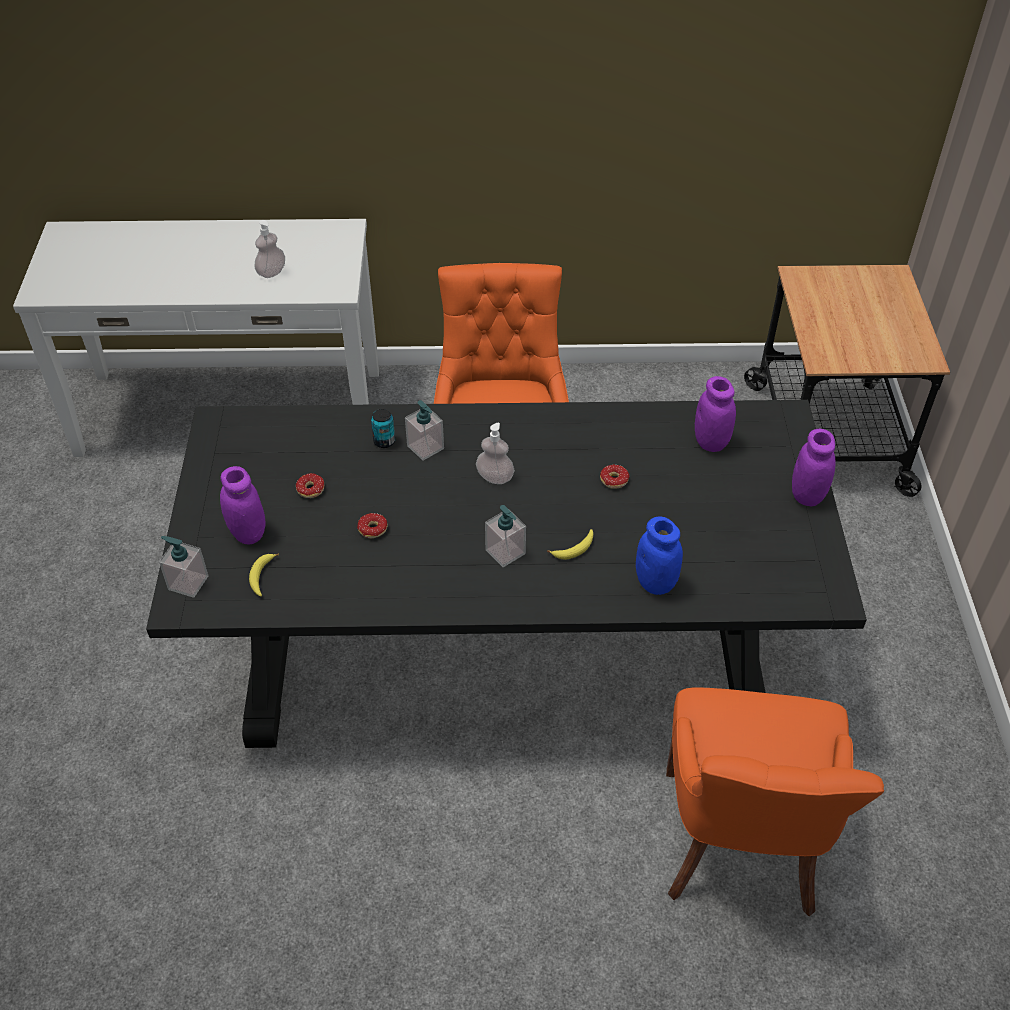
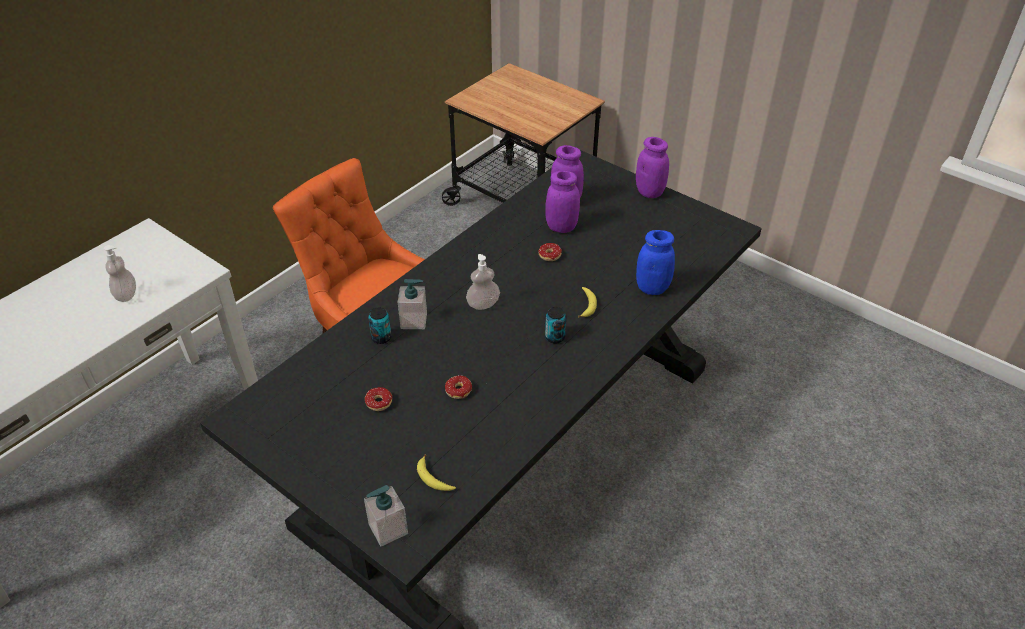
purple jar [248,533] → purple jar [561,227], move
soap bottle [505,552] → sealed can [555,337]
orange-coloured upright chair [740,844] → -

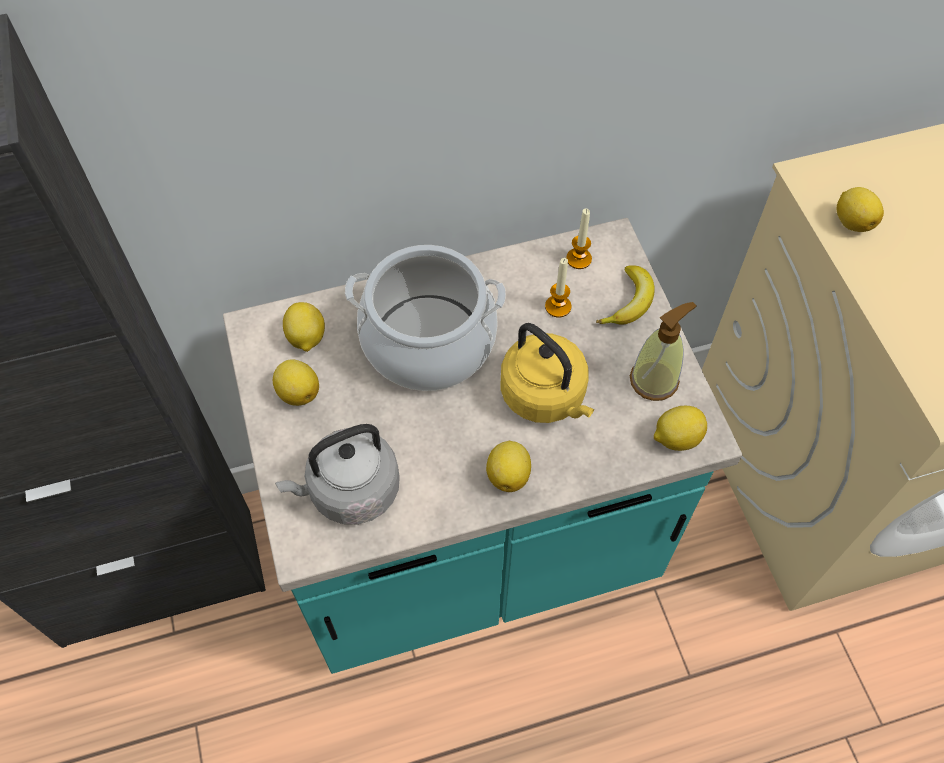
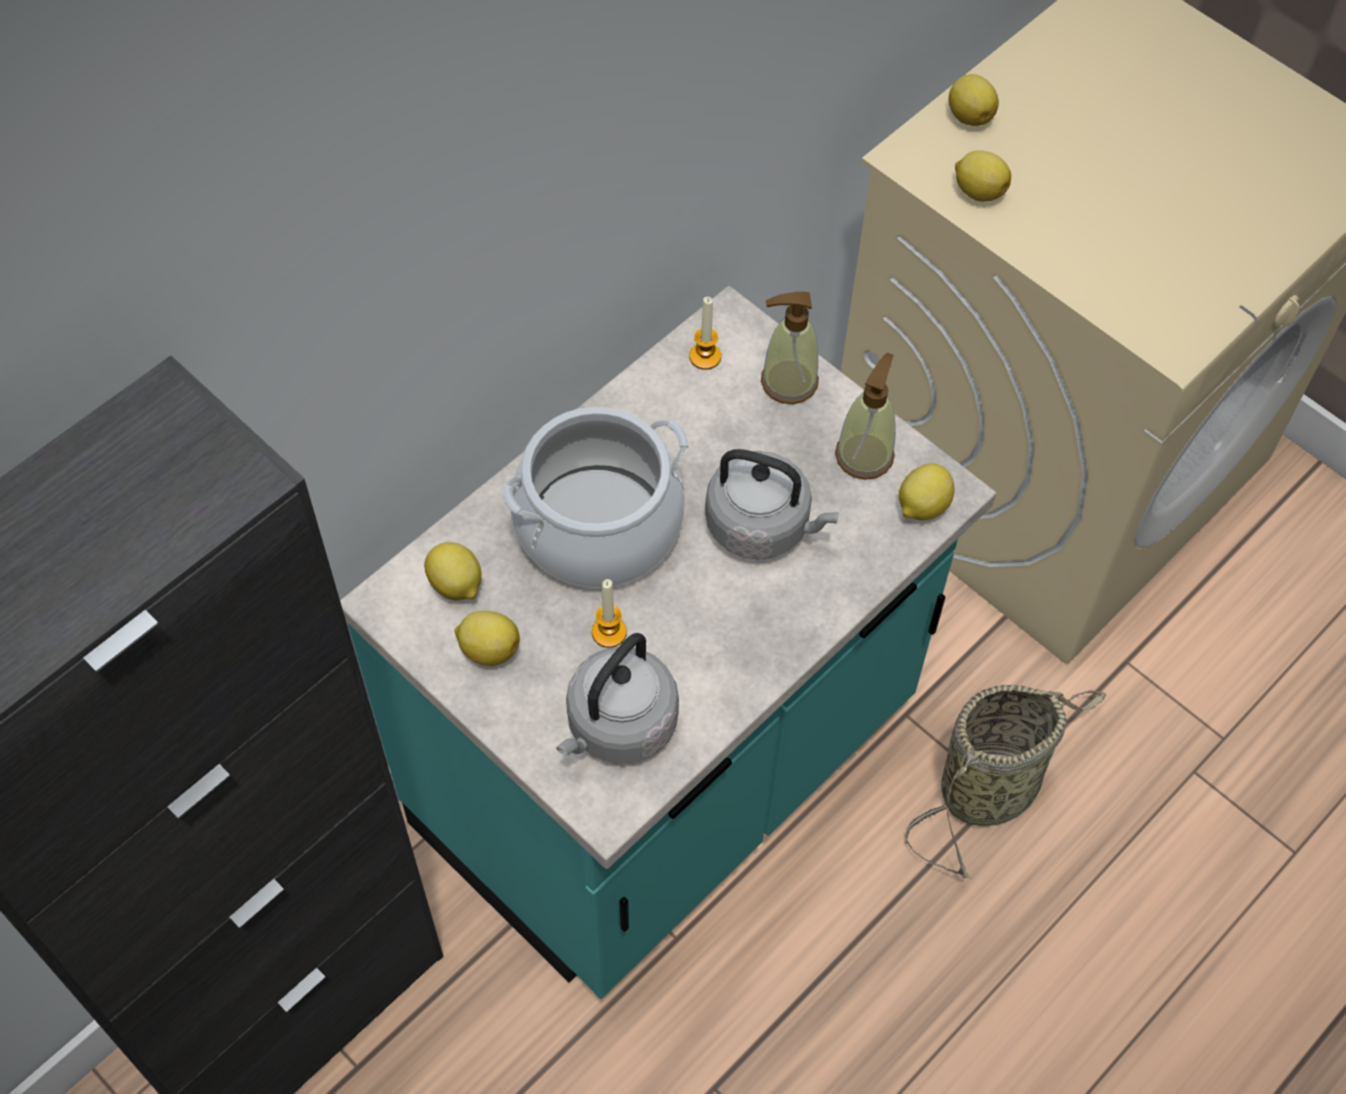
candle [558,306] → candle [609,632], move
yellowish tea kettle [546,396] → gray tea kettle [763,526]
whole banana [629,302] → soap bottle [788,382]
- → household basket [992,786]
citrus fruit [508,474] → citrus fruit [969,115], move

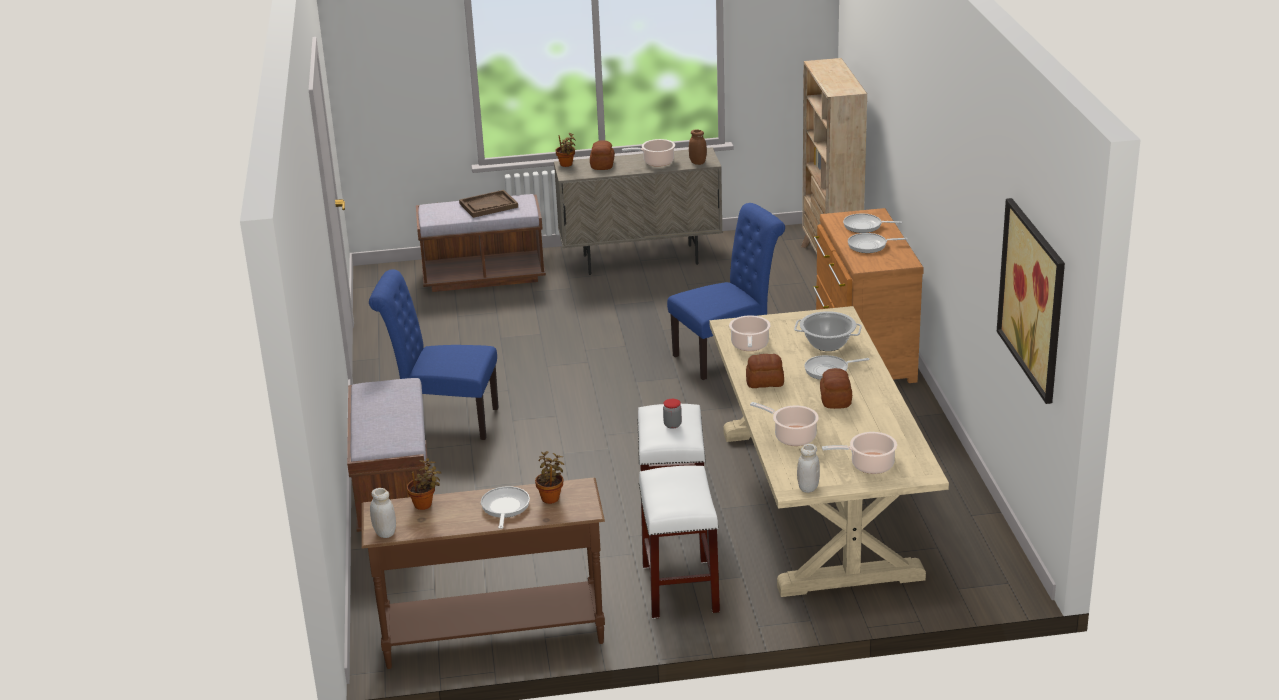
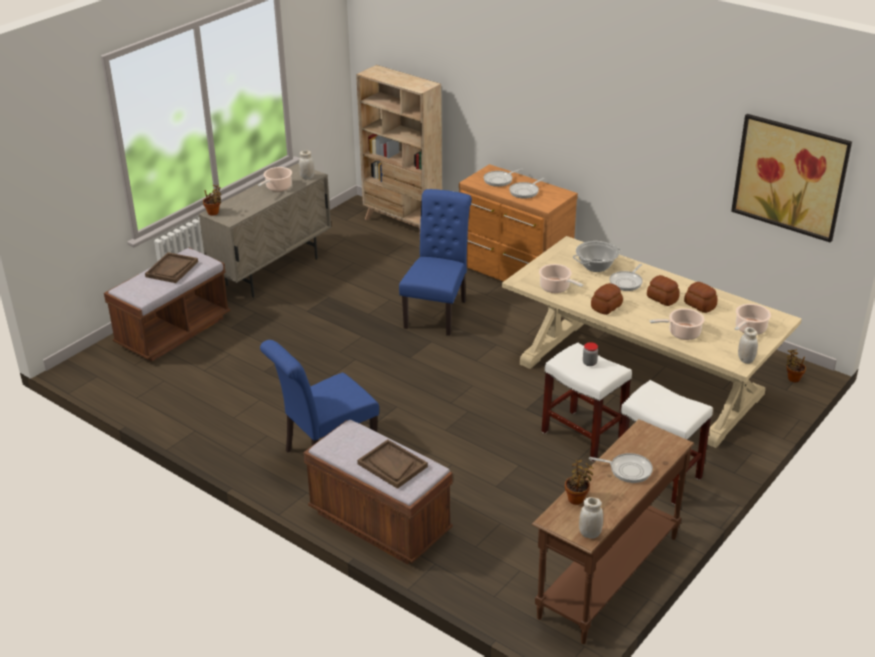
brown jar [697,162] → whitish jar [307,177]
- → brown serving tray [392,465]
skillet [505,508] → skillet [628,470], 150 degrees clockwise
baked bread [603,164] → baked bread [700,305], move
houseplant [551,497] → houseplant [792,378], move

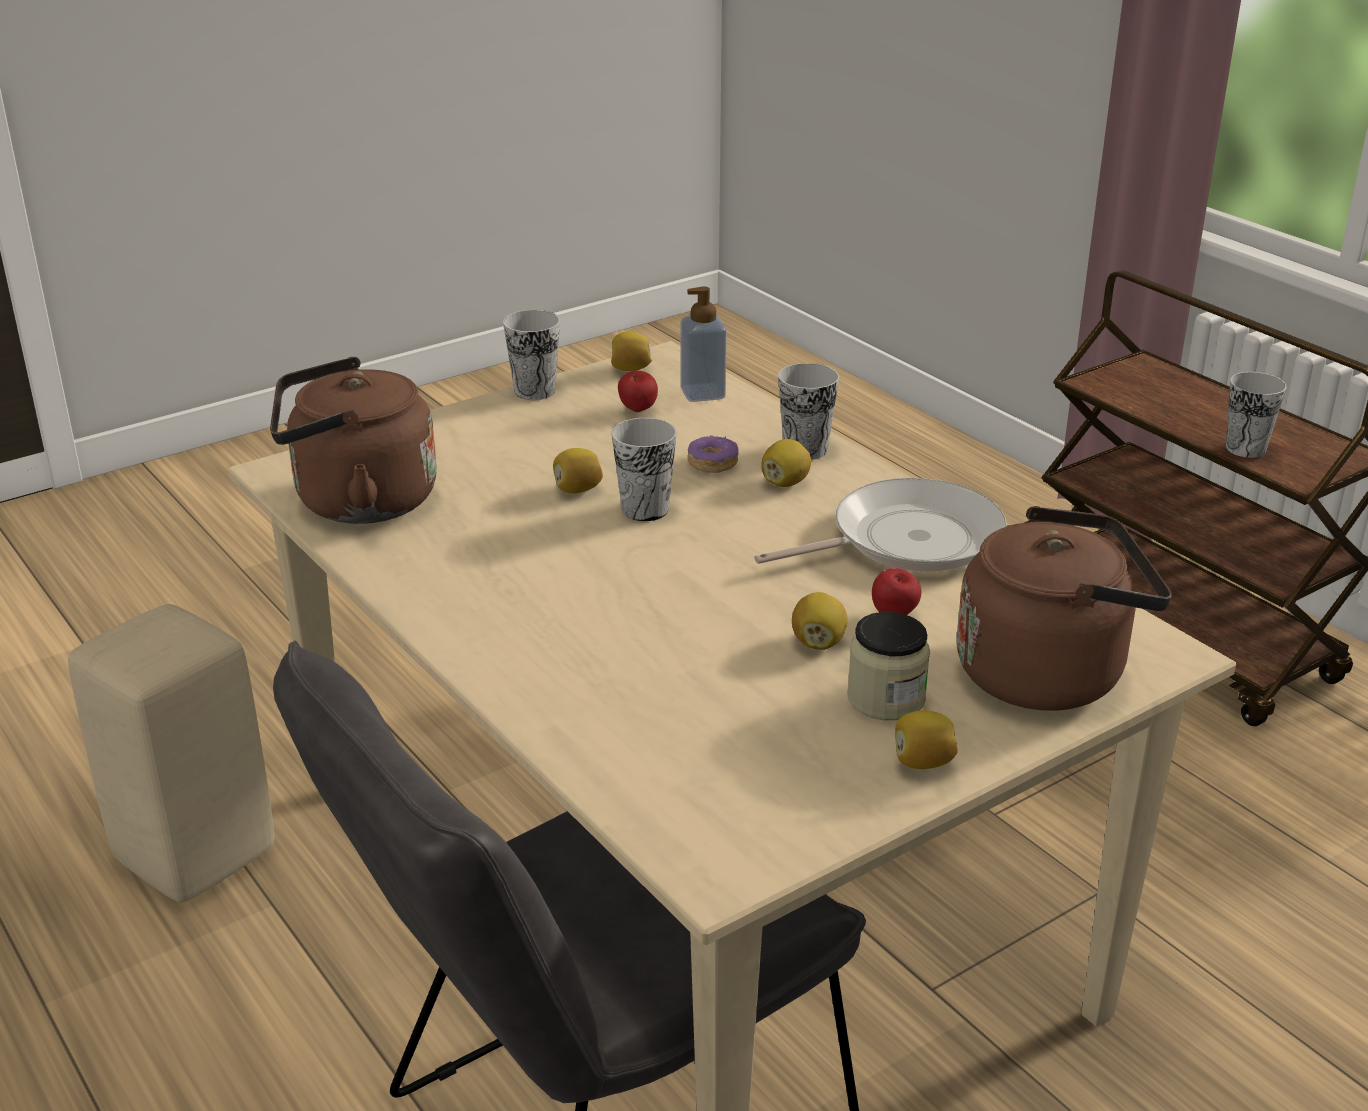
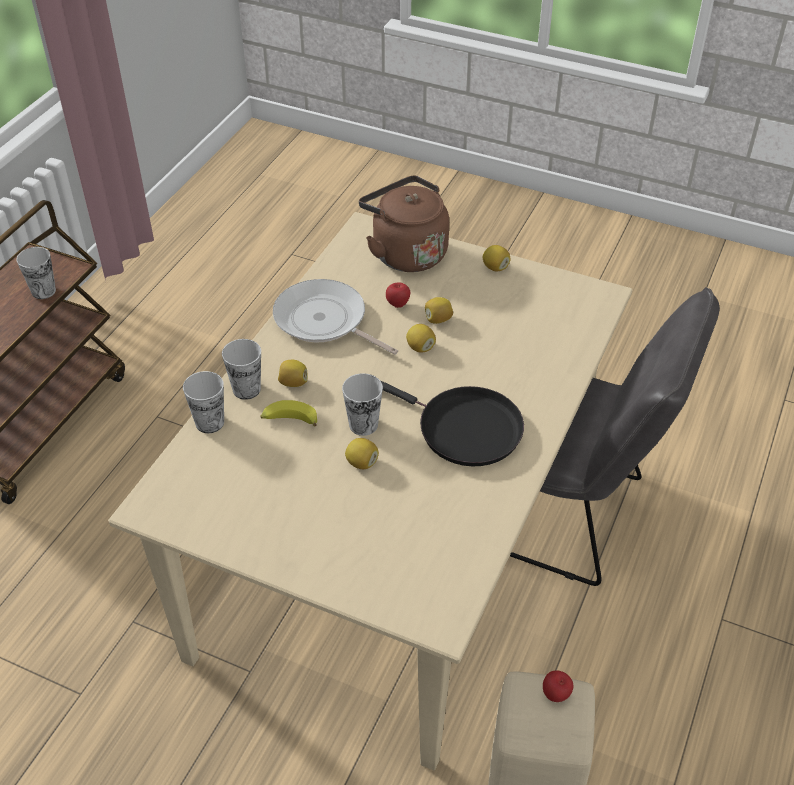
cup [535,391] → cup [209,422], move
donut [712,463] → whole banana [289,420]
- → black skillet [463,429]
citrus fruit [630,369] → citrus fruit [420,347], move
whole apple [637,411] → whole apple [556,695], move
brown tea kettle [357,502] → -
soap bottle [703,393] → -
jar [886,699] → -

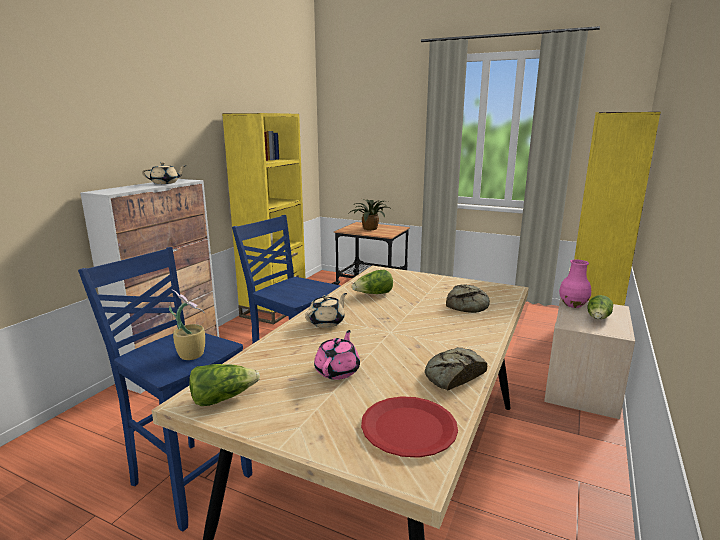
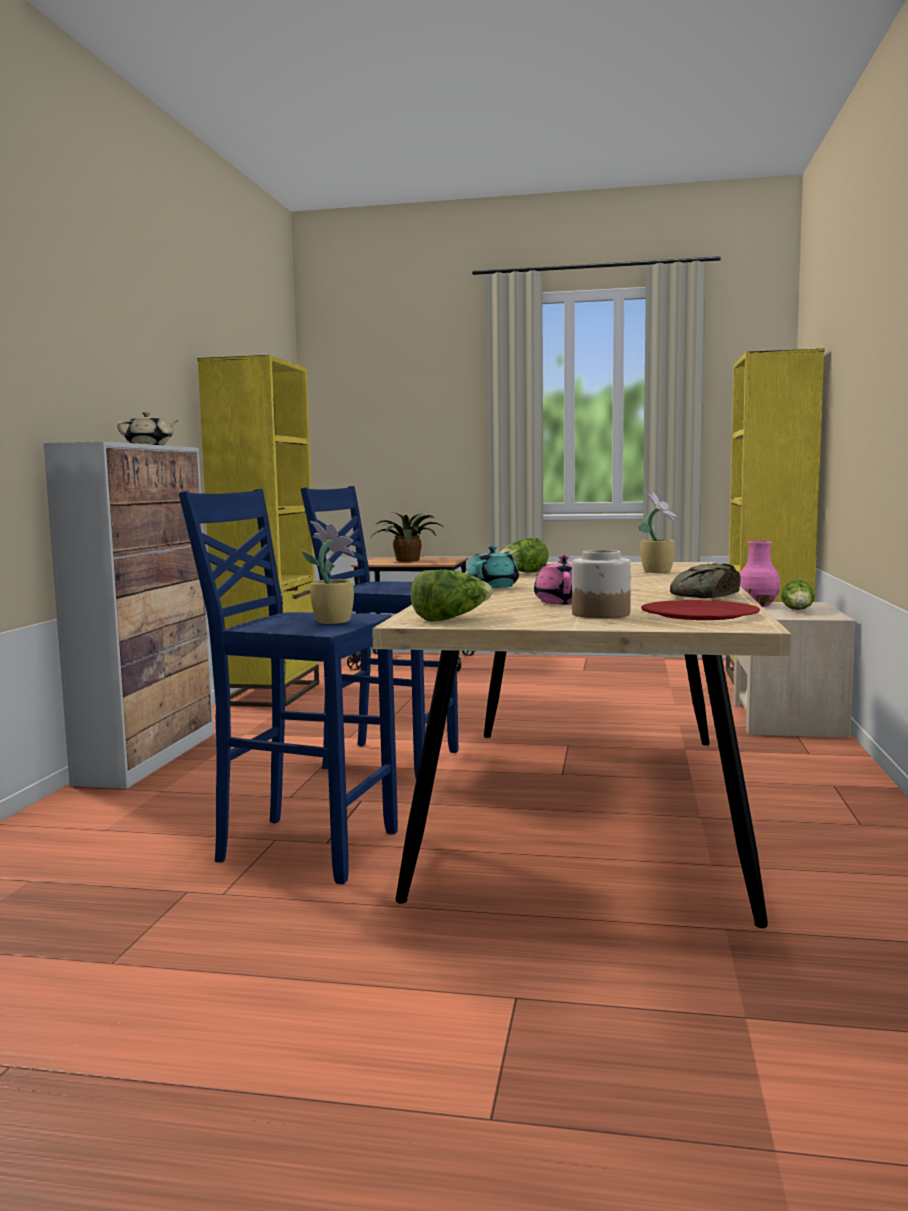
beige pot for tea [327,322] → turquoise pot for tea [493,586]
- → jar [601,614]
baked bread [468,305] → houseplant [658,571]

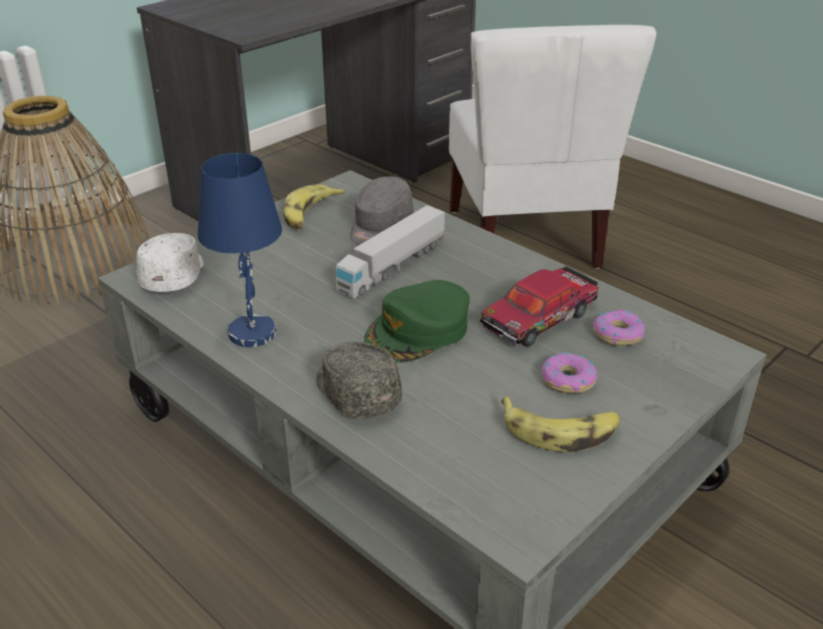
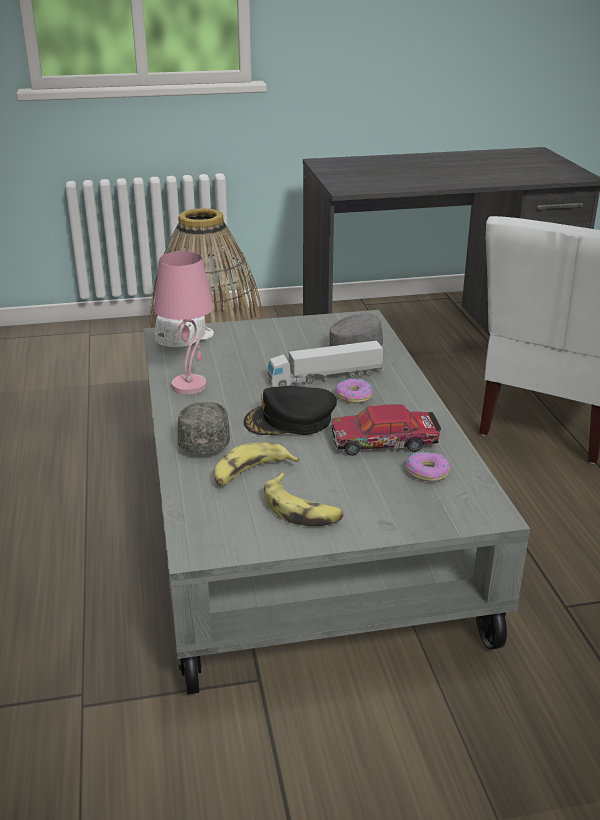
blue-coloured tabletop lamp [251,332] → pink tabletop lamp [189,385]
whole banana [310,214] → whole banana [251,473], move
green-coloured cap [419,331] → black cap [290,420]
donut [567,380] → donut [354,396], move

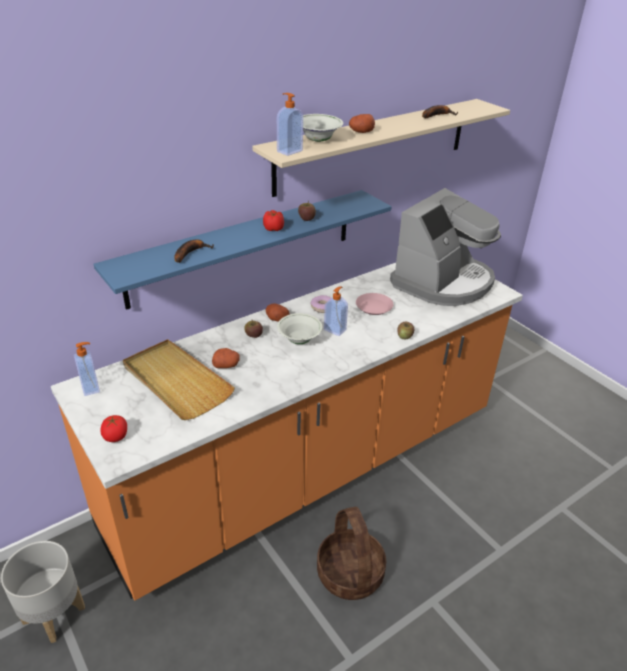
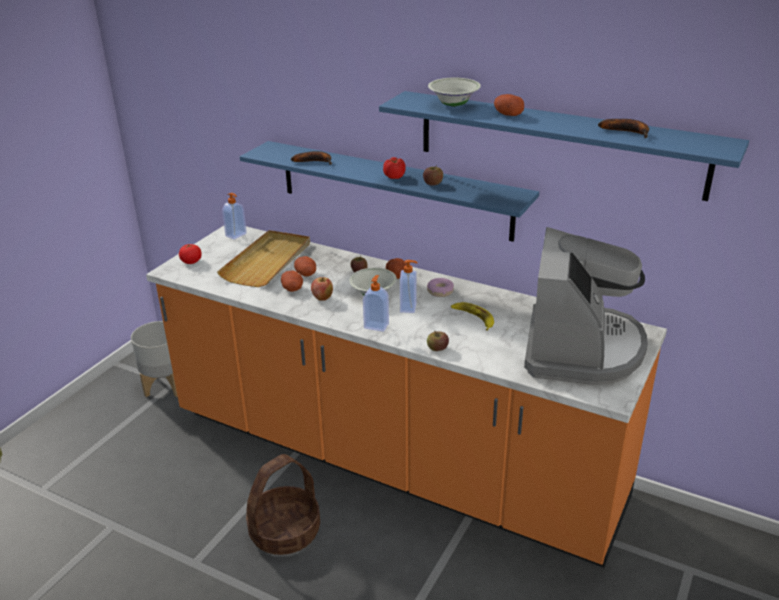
- → spud [293,288]
- → whole apple [322,298]
soap bottle [289,151] → soap bottle [376,325], move
beige bracket shelf [374,145] → blue-coloured bracket shelf [558,144]
pink dinner plate [374,307] → whole banana [473,318]
coffee maker [443,282] → coffee maker [581,349], 90 degrees counterclockwise

